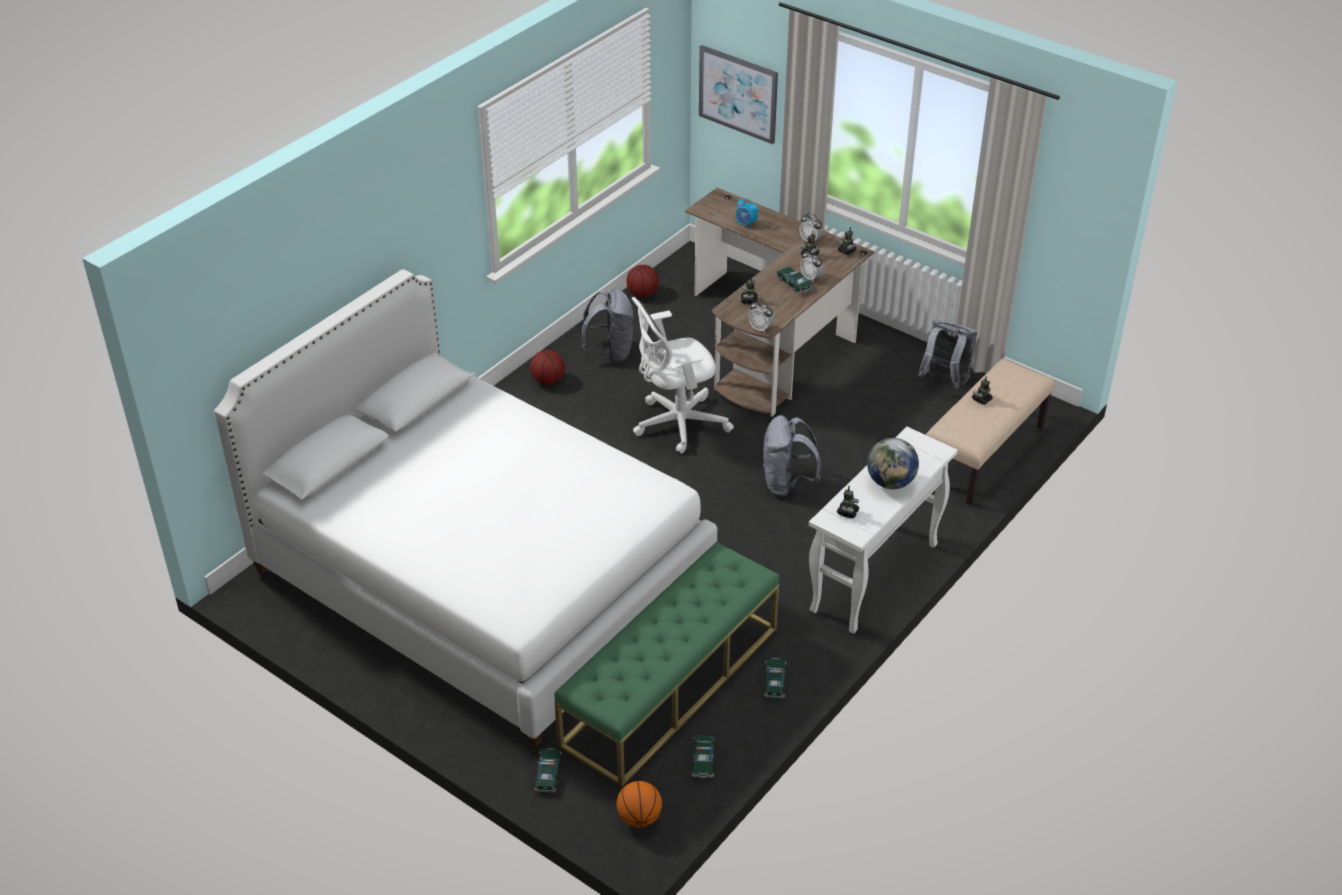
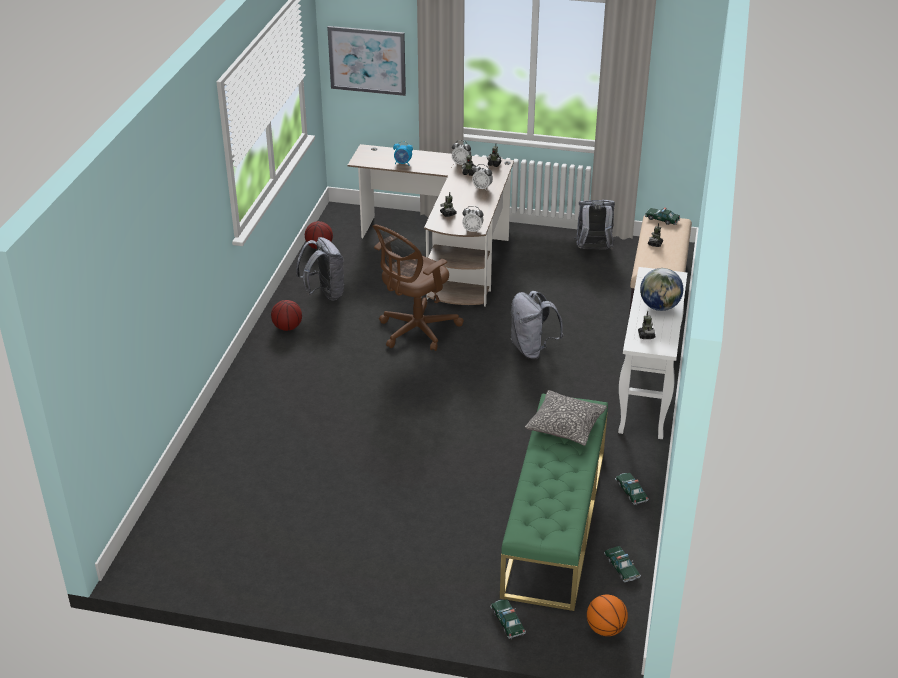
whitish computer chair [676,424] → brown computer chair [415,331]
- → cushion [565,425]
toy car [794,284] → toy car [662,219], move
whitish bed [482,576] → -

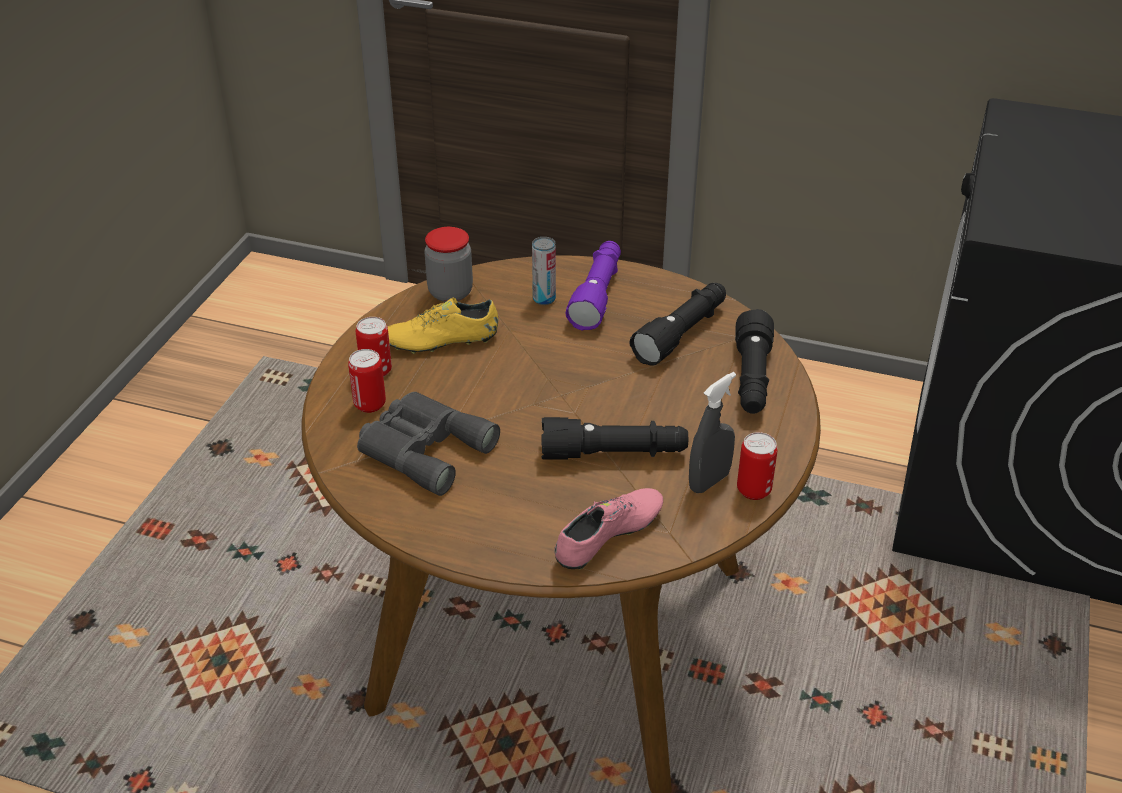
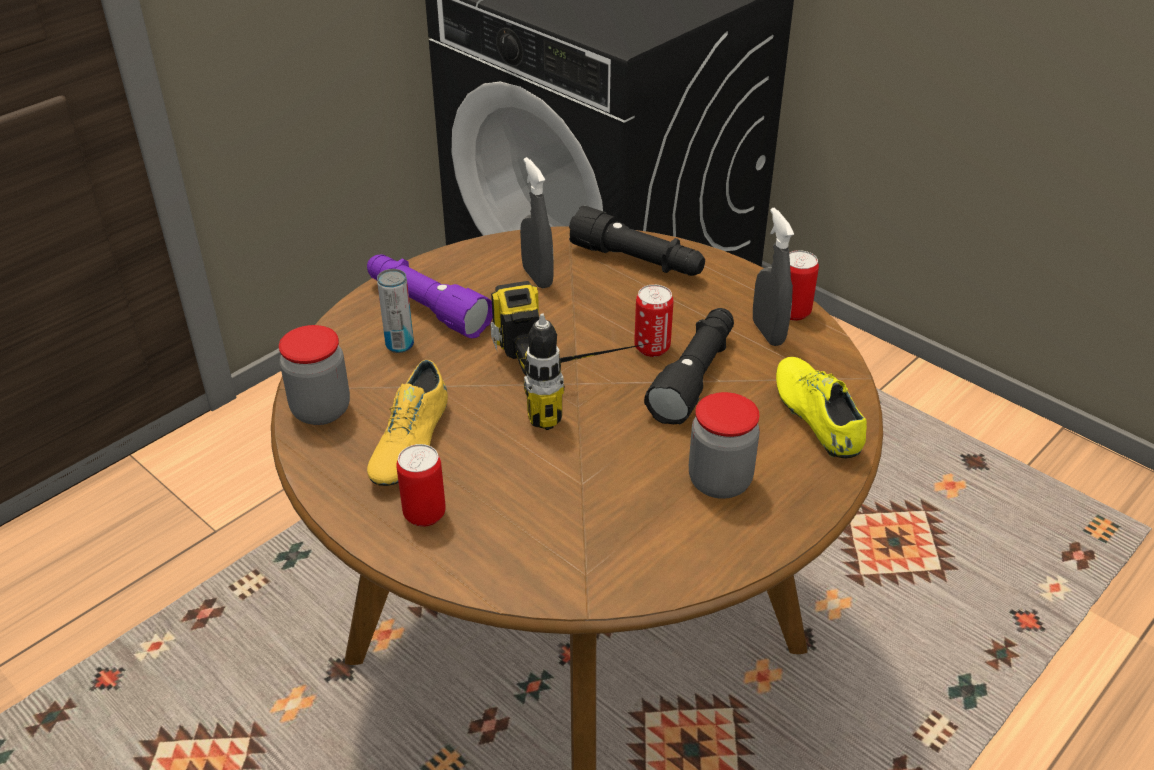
- → electric drill [579,379]
black torch [682,333] → gray spray bottle [537,277]
sealed can [370,404] → sealed can [652,348], move
- → jar [719,481]
pink low shoe [609,537] → yellowish low shoe [816,417]
gray field glasses [422,448] → -

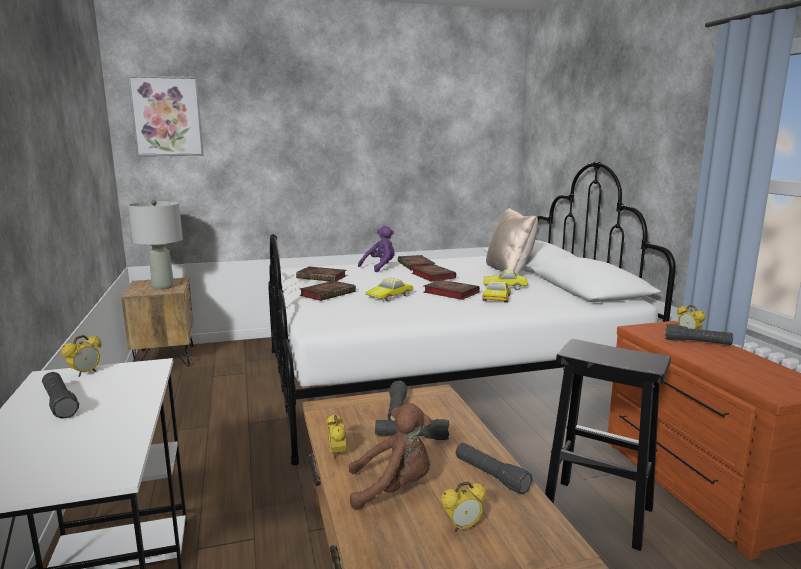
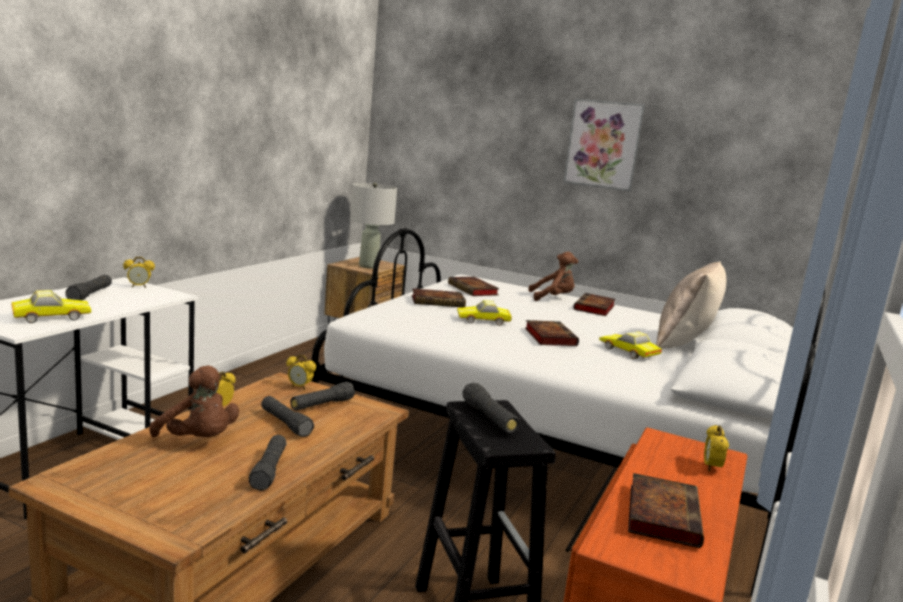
toy car [495,298] → toy car [51,316], move
table clock [462,527] → table clock [300,387], move
black torch [697,342] → black torch [489,418], move
purple soft toy [380,267] → brown soft toy [553,298]
wall picture [167,116] → wall picture [603,144], move
bound book [432,276] → bound book [661,514], move

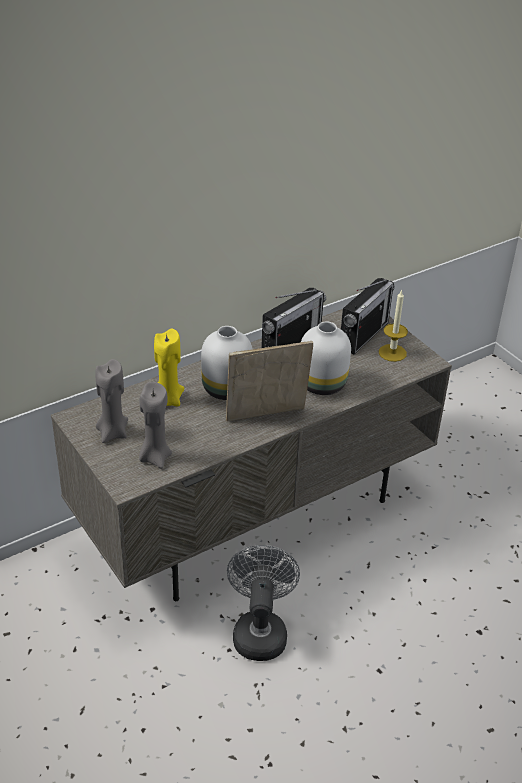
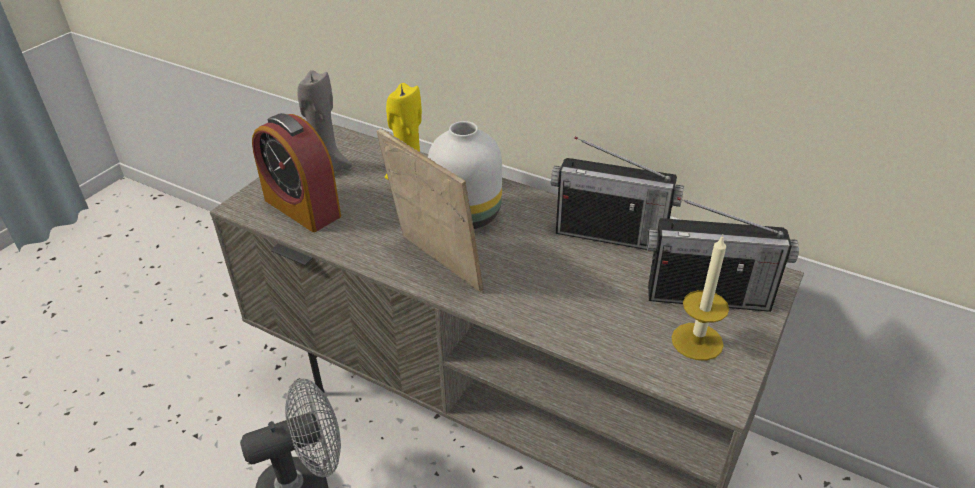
gray candle [155,457] → table clock [302,208]
whitish vase [322,385] → -

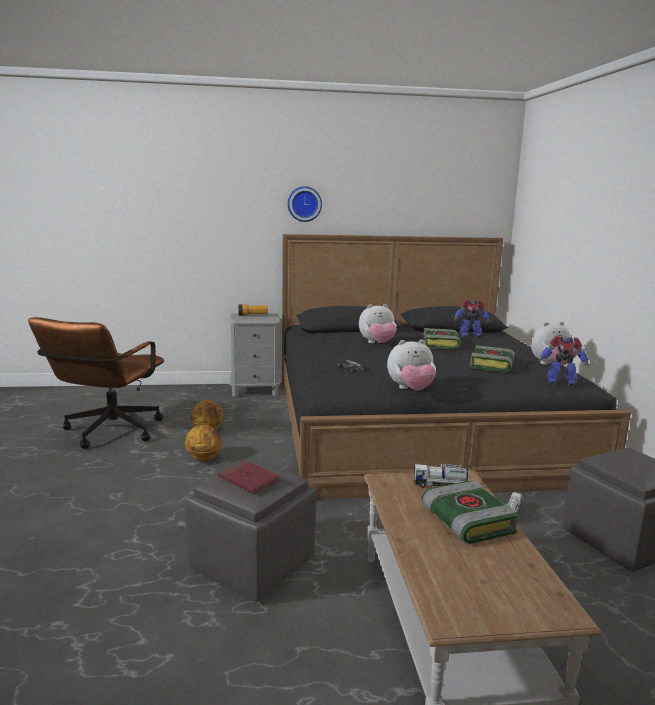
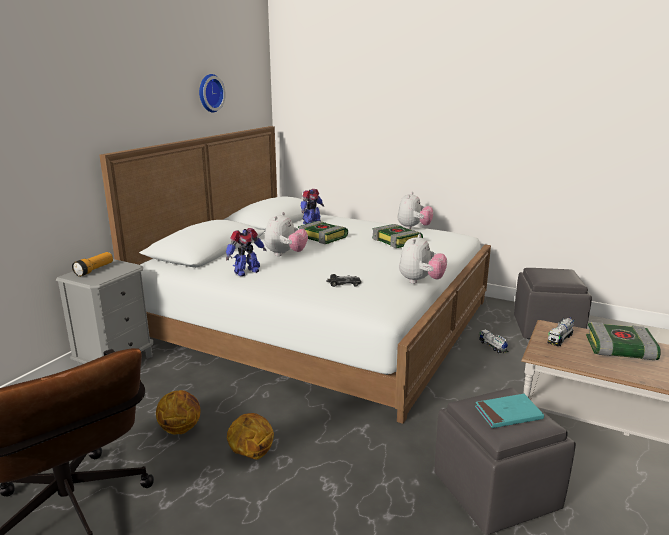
black bed [416,426] → whitish bed [319,320]
clock on the wall [304,204] → clock on the wall [209,93], move
toy robot [560,382] → toy robot [246,272], move
red bound book [248,479] → turquoise bound book [508,413]

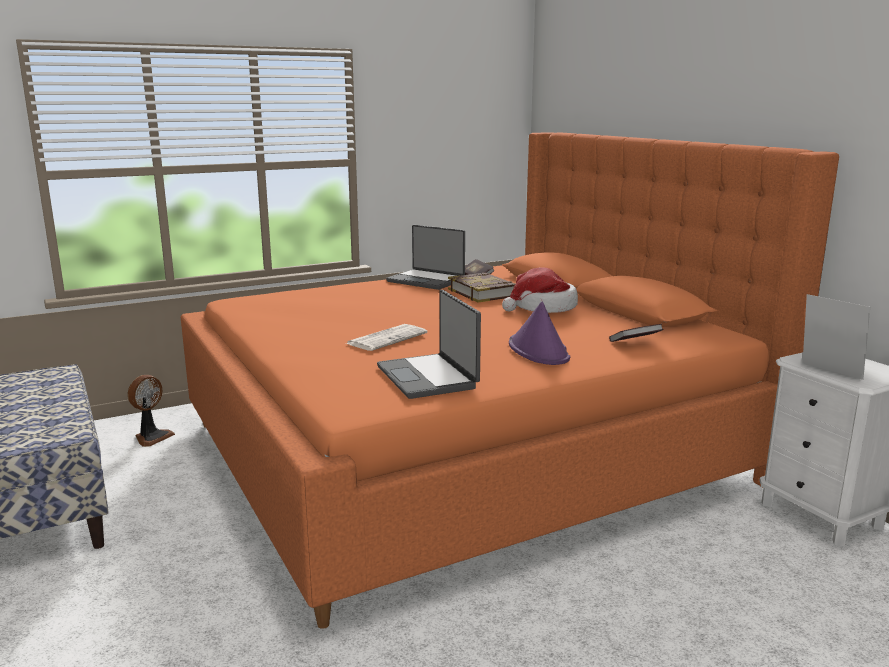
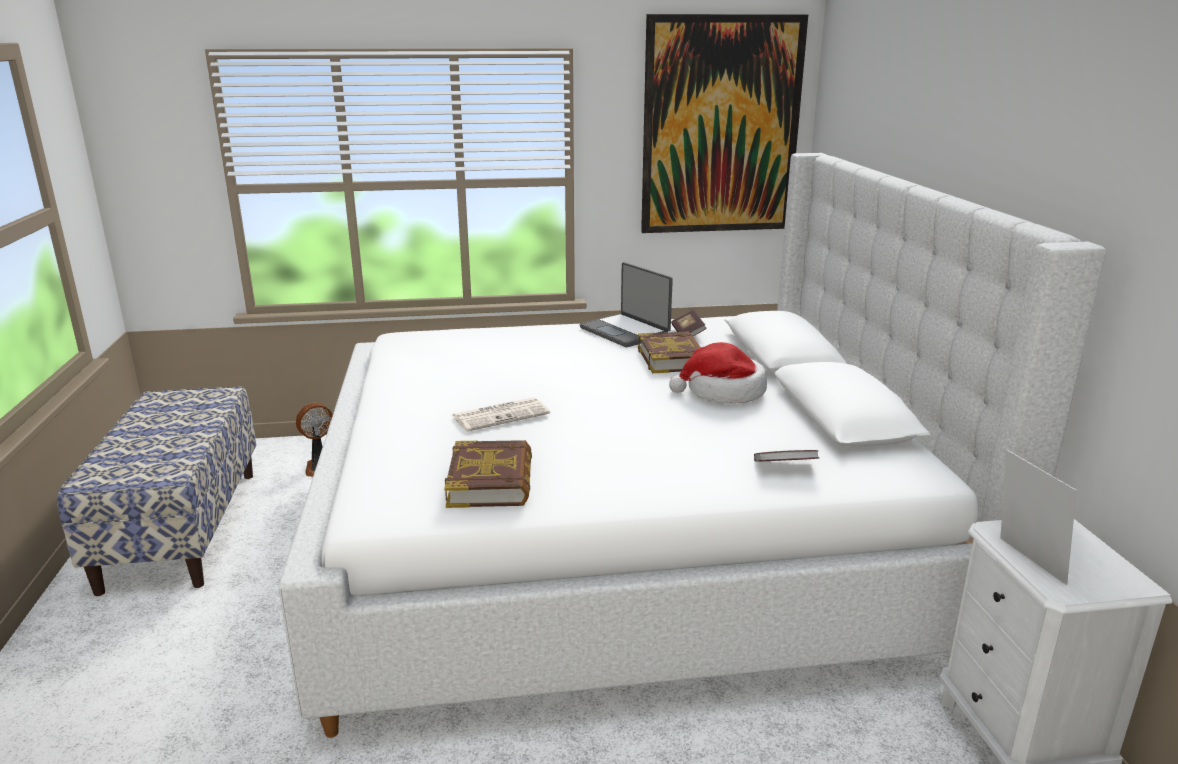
orange-coloured bed [470,450] → whitish bed [624,544]
portable computer [428,377] → bound book [491,481]
- → wall picture [721,127]
purple hat [539,350] → -

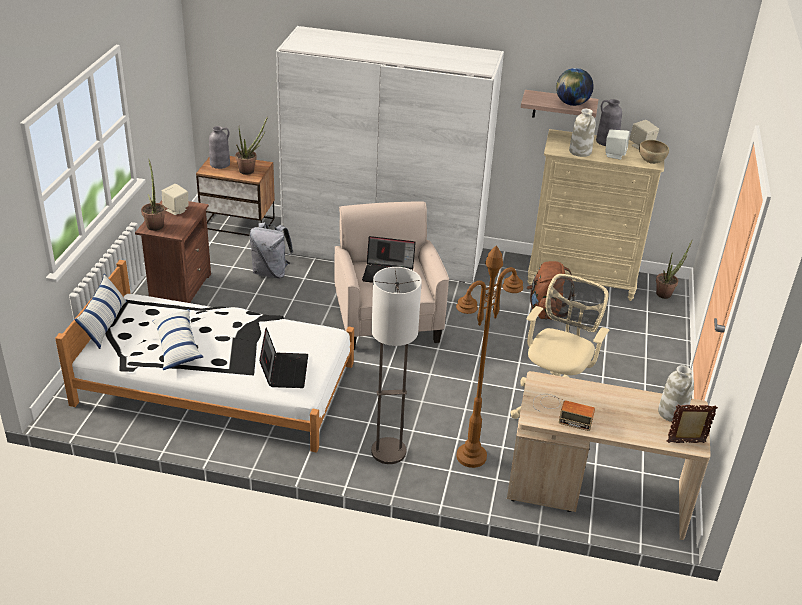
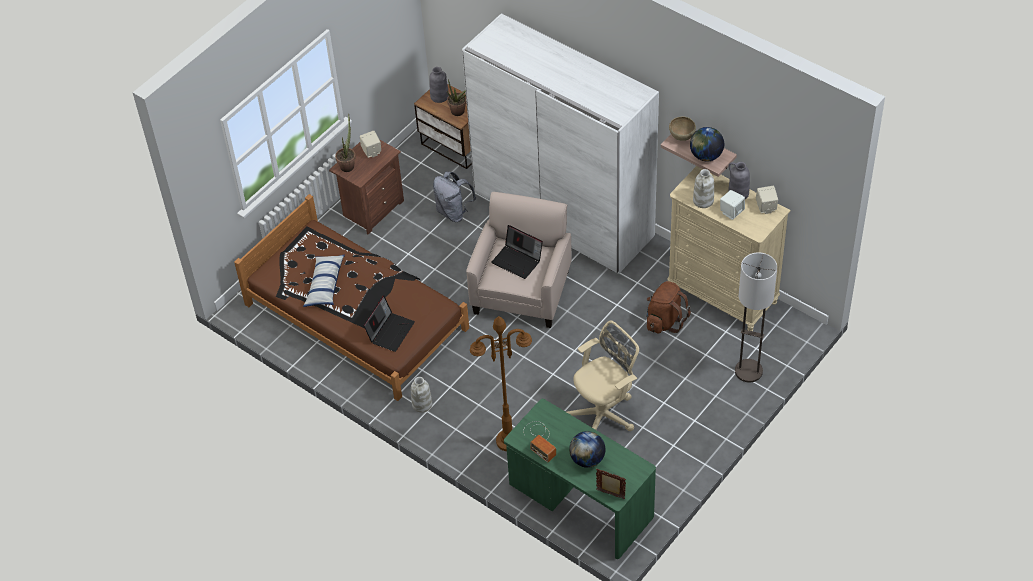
whitish bed [216,384] → brown bed [356,316]
whitish vase [672,413] → whitish vase [422,404], move
beige desk [596,494] → green-coloured desk [580,503]
- → world globe [587,459]
brown bowl [651,162] → brown bowl [681,137], move
standing lamp [388,452] → standing lamp [748,371], move
cushion [105,323] → -
houseplant [666,293] → -

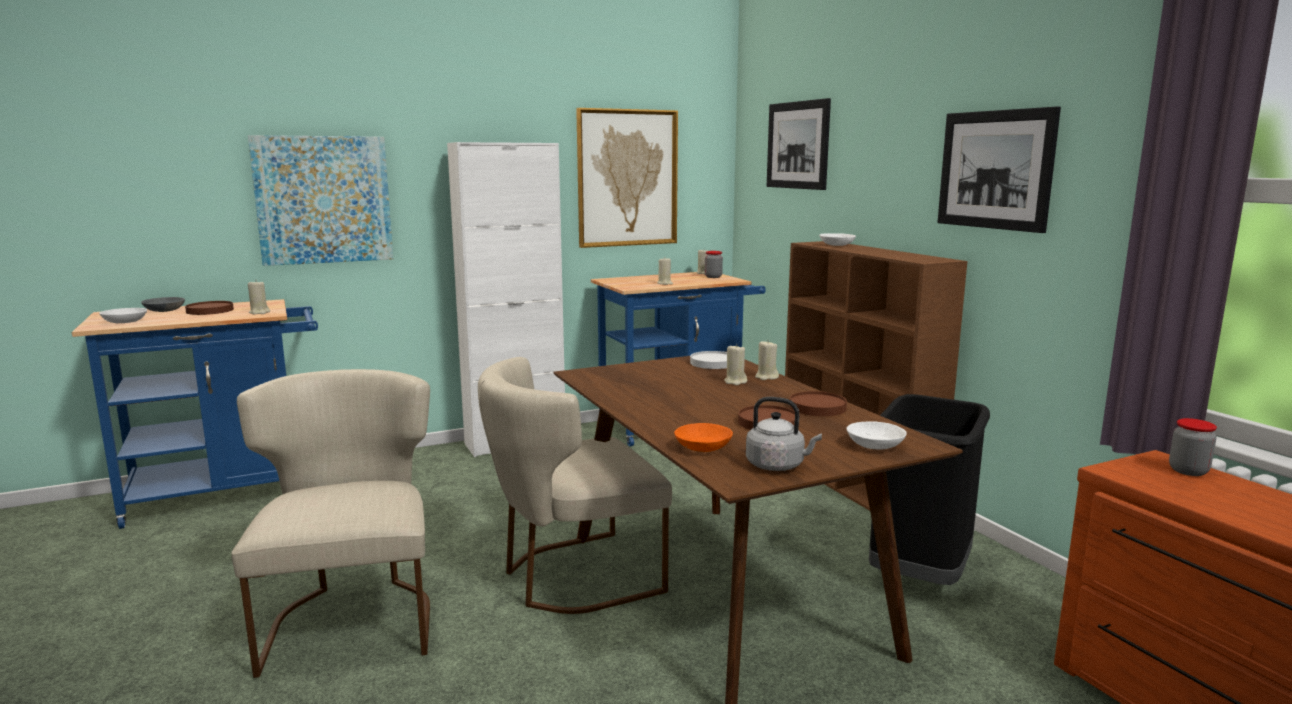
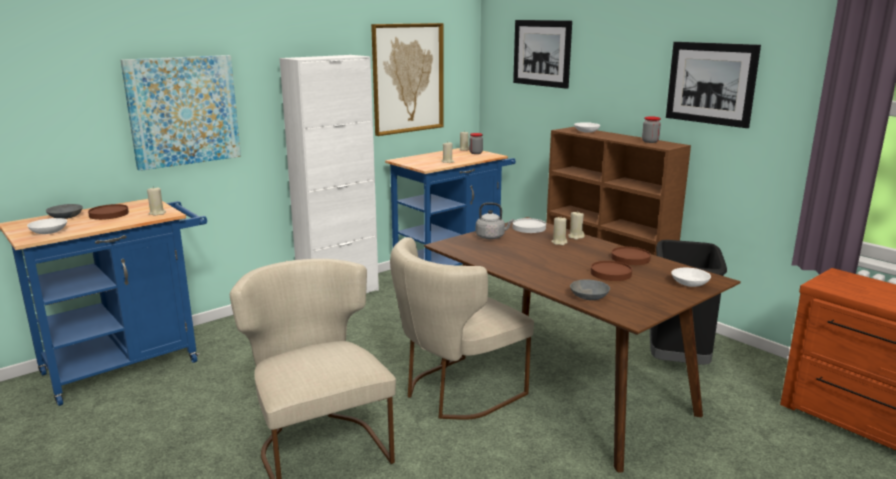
gray tea kettle [778,466] → gray tea kettle [492,237], move
orange-coloured bowl [704,447] → gray bowl [589,296]
jar [1188,471] → jar [650,141], move

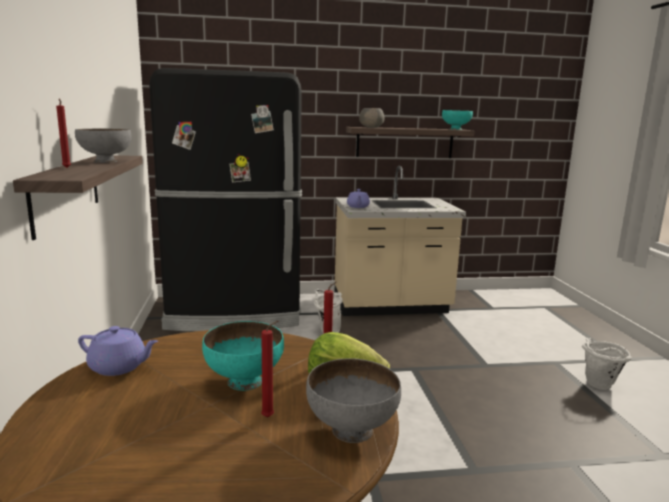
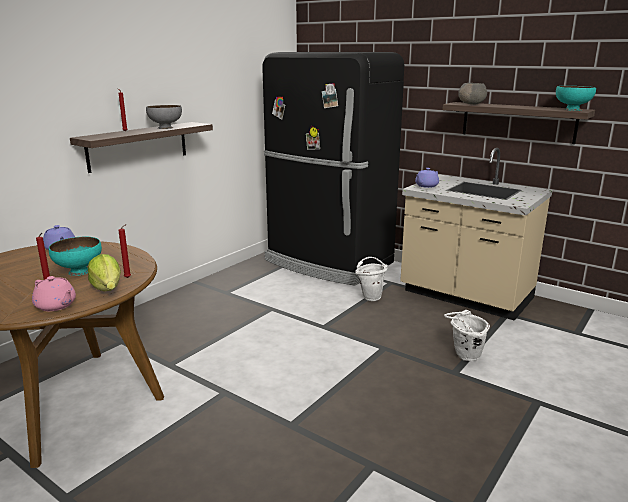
gray bowl [351,430] → pink pot for tea [56,306]
whitish pail [598,386] → whitish pail [464,357], move

